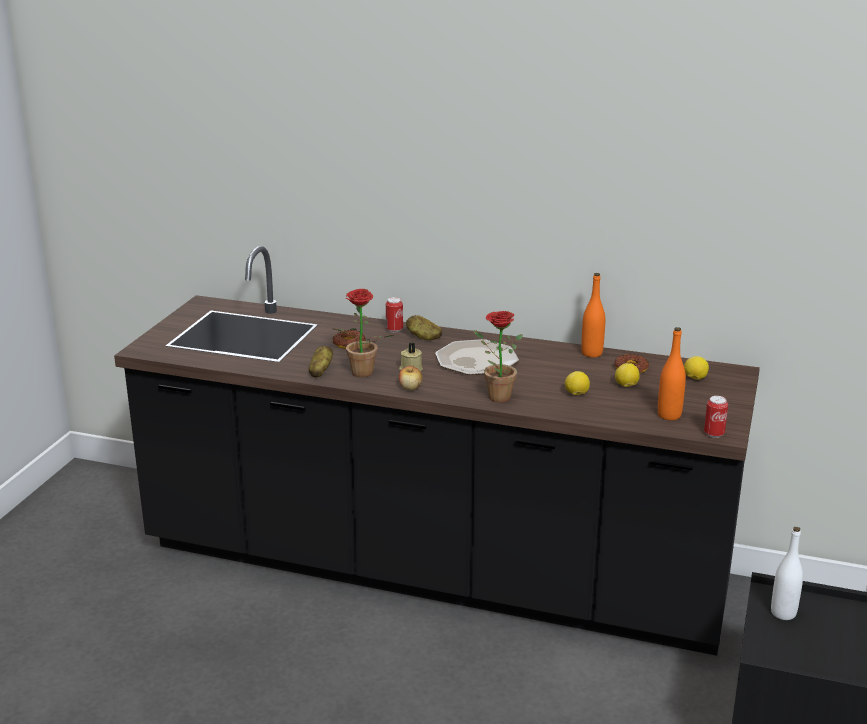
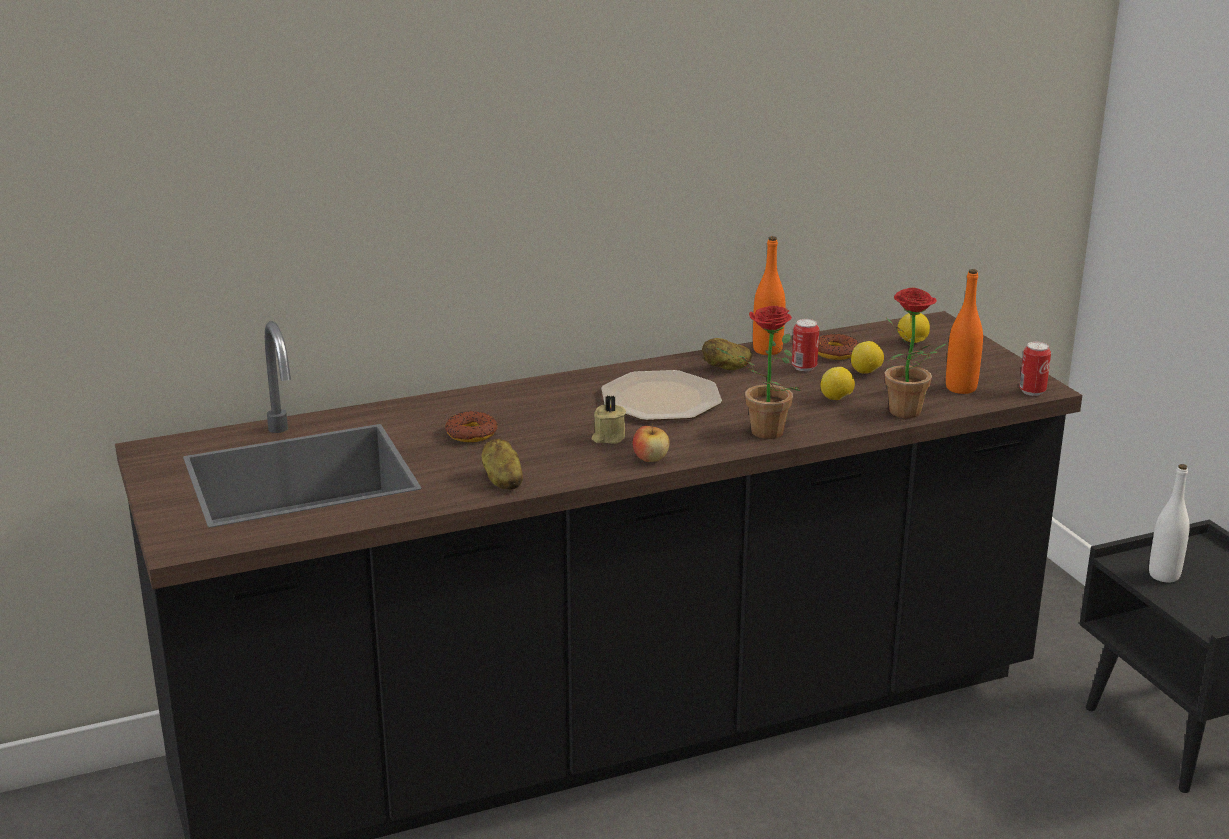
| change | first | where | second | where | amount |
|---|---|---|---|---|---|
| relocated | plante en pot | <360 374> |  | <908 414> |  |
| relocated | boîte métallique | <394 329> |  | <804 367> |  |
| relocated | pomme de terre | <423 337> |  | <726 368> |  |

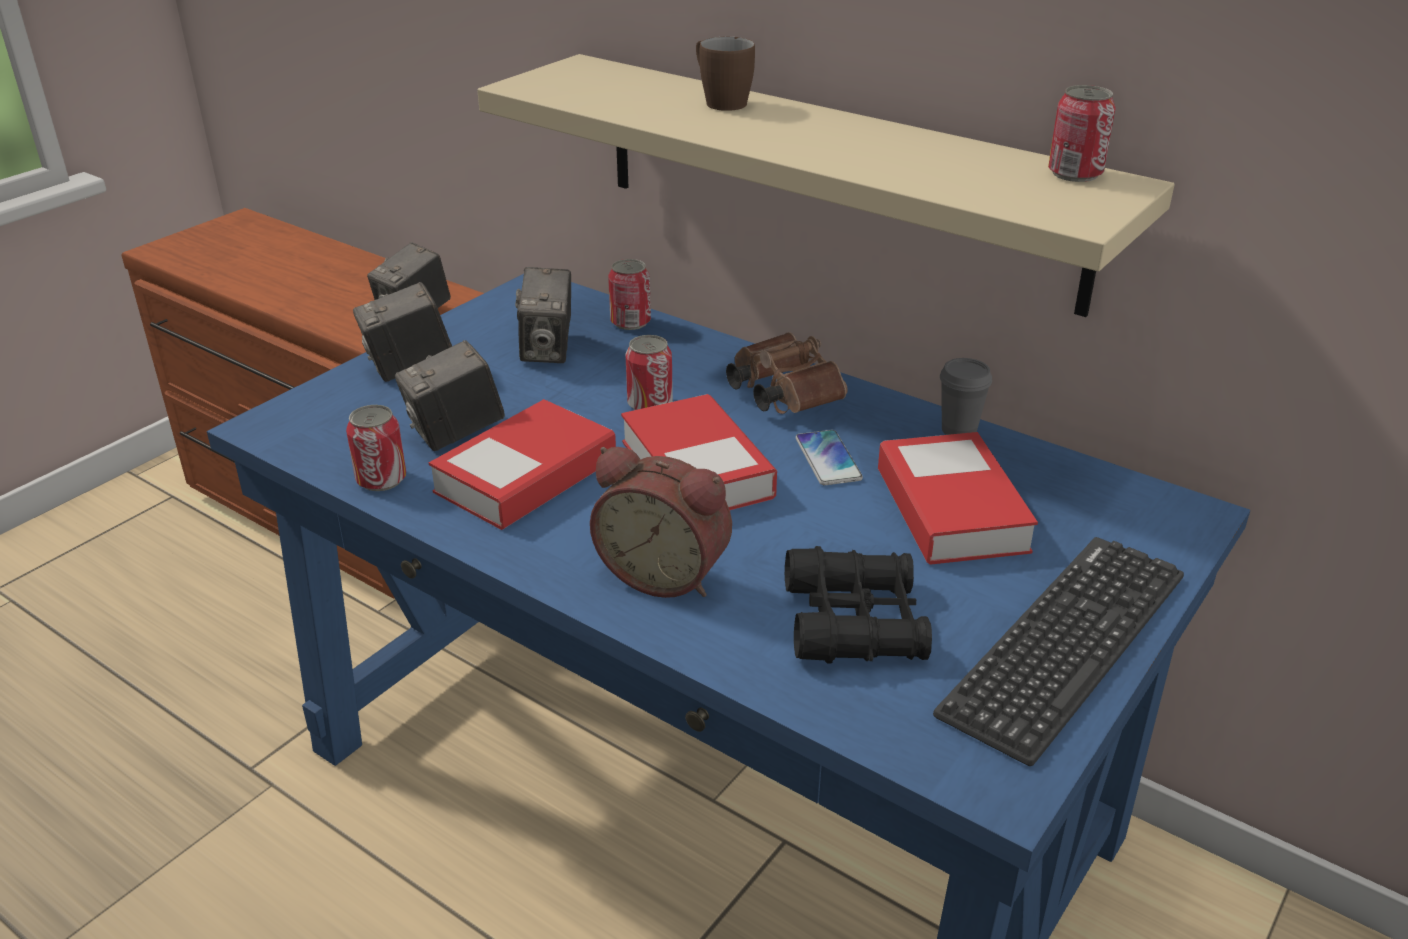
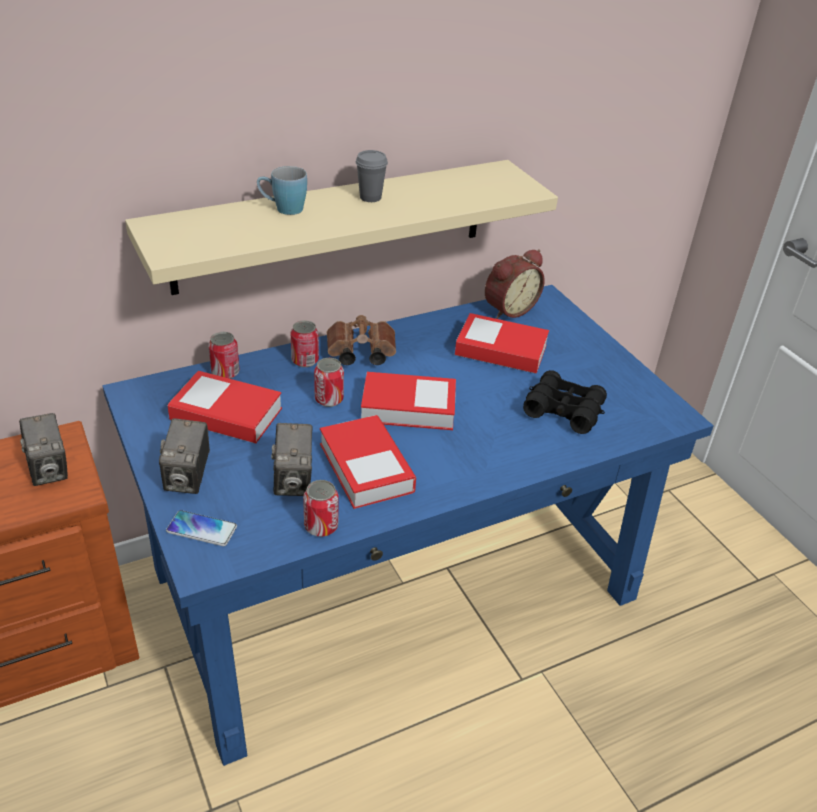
| change | first | where | second | where | amount |
|---|---|---|---|---|---|
| missing | clavier | <1065 643> |  |  |  |
| relocated | réveil | <665 573> |  | <508 309> |  |
| relocated | téléphone | <828 459> |  | <202 529> |  |
| relocated | tasse (gris) | <959 430> |  | <370 197> |  |
| relocated | boîte métallique | <1075 173> |  | <305 360> |  |
| exchanged | appareil photo | <548 350> | livre | <226 414> |  |
| colour | mug (marron) | <719 101> | mug (bleu) | <283 209> |  |

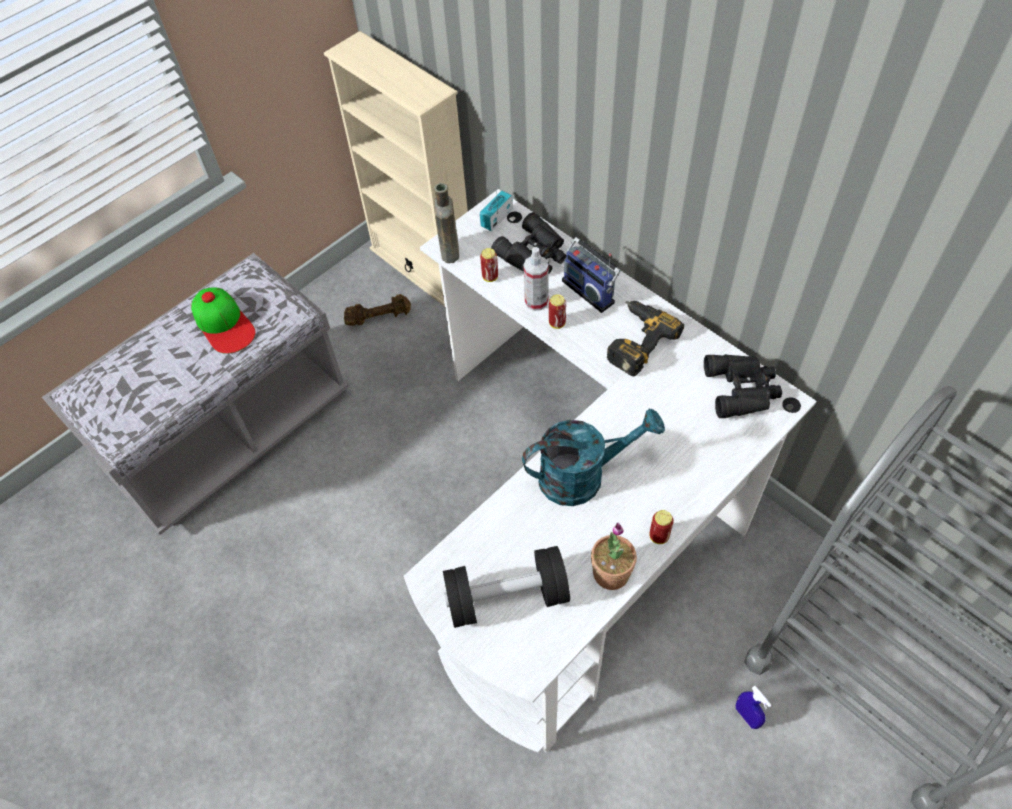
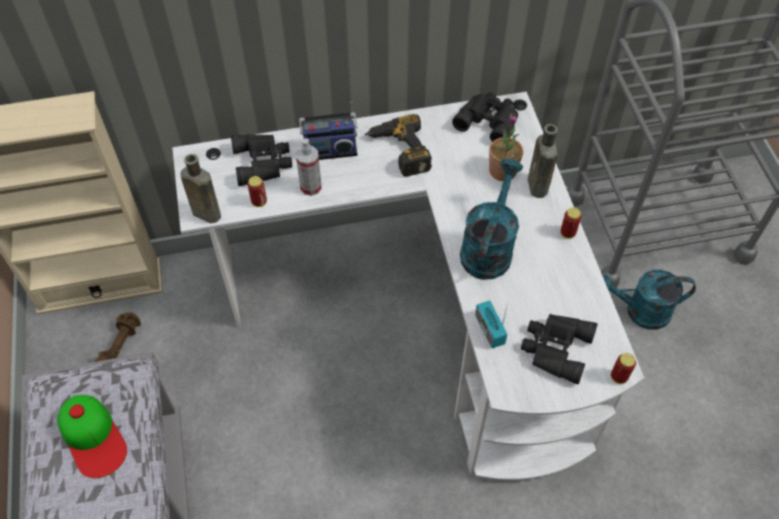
| change | first | where | second | where | amount |
|---|---|---|---|---|---|
| appeared |  |  | bouteille (marron) | <538 188> |  |
| relocated | radio | <496 218> |  | <489 330> |  |
| relocated | boîte métallique | <557 323> |  | <619 377> |  |
| relocated | plante en pot | <611 573> |  | <502 171> |  |
| exchanged | haltère (noir) | <507 597> | jumelles (noir) | <555 348> |  |
| exchanged | vaporisateur (bleu) | <746 716> | arrosoir (turquoise) | <639 311> |  |
| spun | casquette | <224 324> |  | <93 437> | 60 degrees clockwise |

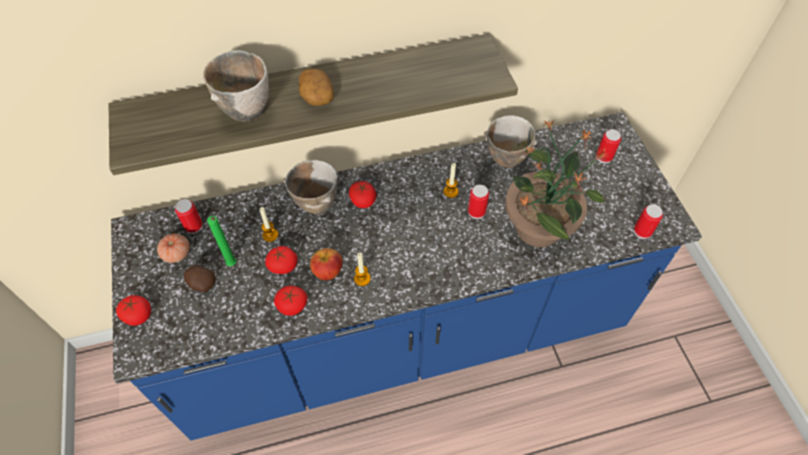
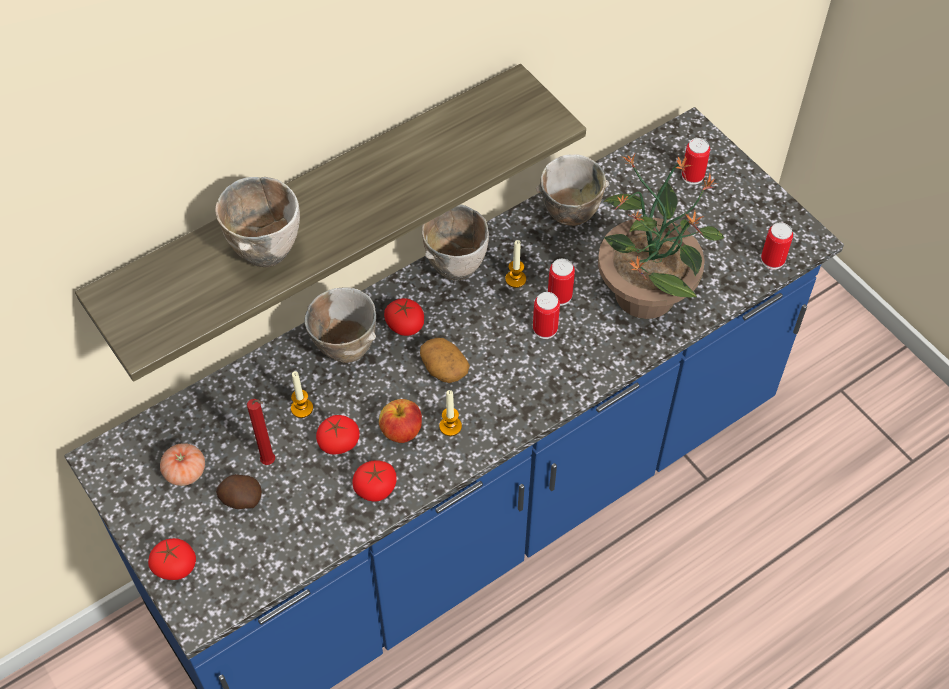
| change | first | where | second | where | amount |
|---|---|---|---|---|---|
| appeared |  |  | bol | <458 266> |  |
| relocated | boîte métallique | <194 226> |  | <545 329> |  |
| relocated | pomme de terre | <316 96> |  | <443 368> |  |
| colour | bougie (vert) | <232 265> | bougie (rouge) | <270 462> |  |

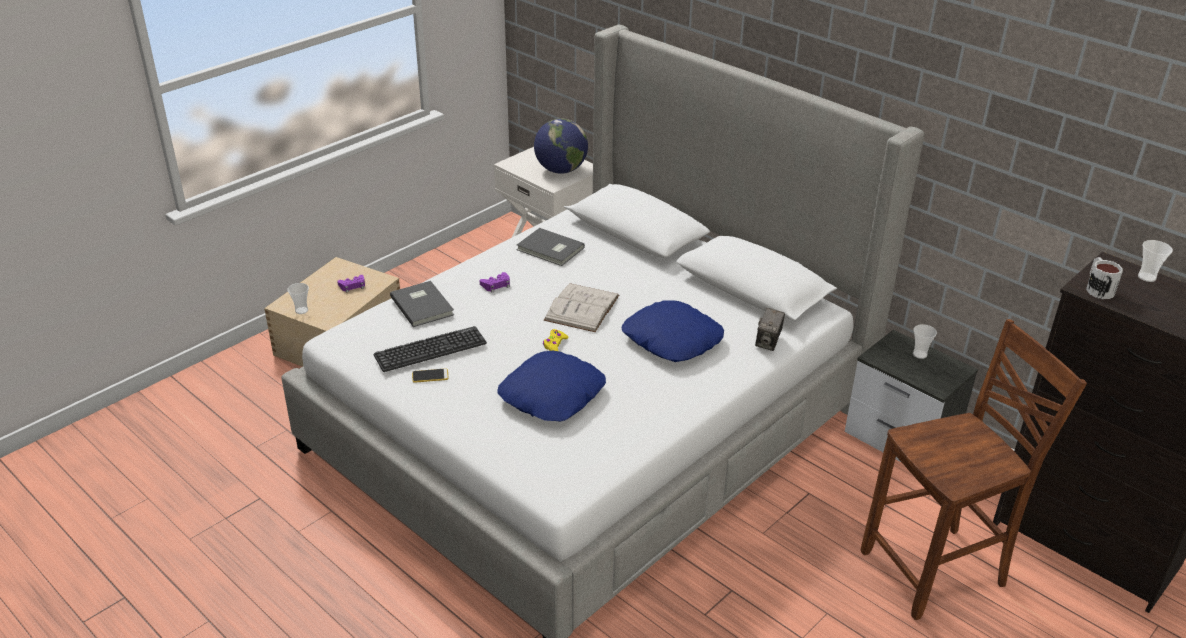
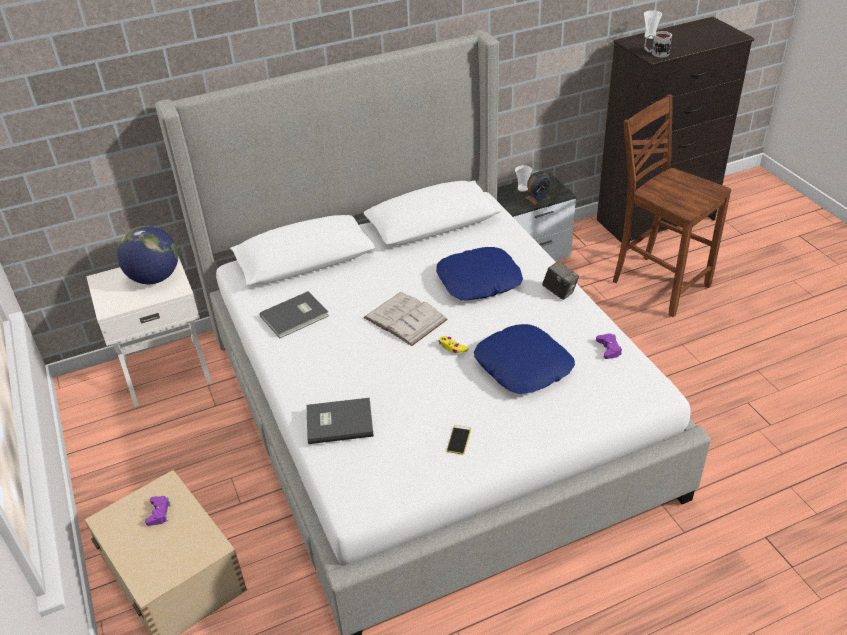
| change | first | where | second | where | amount |
|---|---|---|---|---|---|
| missing | tasse | <301 310> |  |  |  |
| missing | clavier | <430 349> |  |  |  |
| appeared |  |  | réveil | <538 197> |  |
| relocated | manette (violet) | <496 285> |  | <608 349> |  |
| relocated | appareil photo | <768 342> |  | <559 292> |  |
| spun | chaise (marron) | <937 571> |  | <658 283> | 45 degrees counterclockwise |

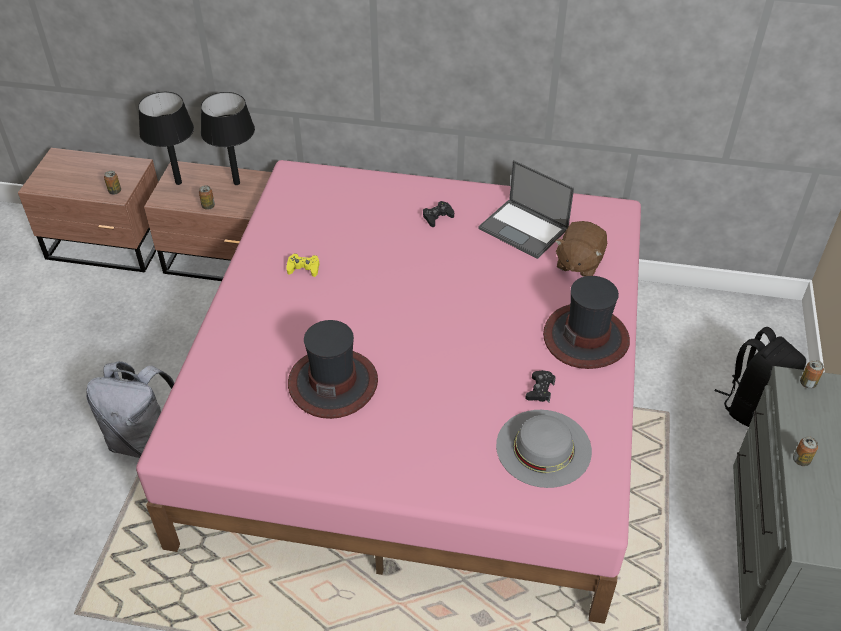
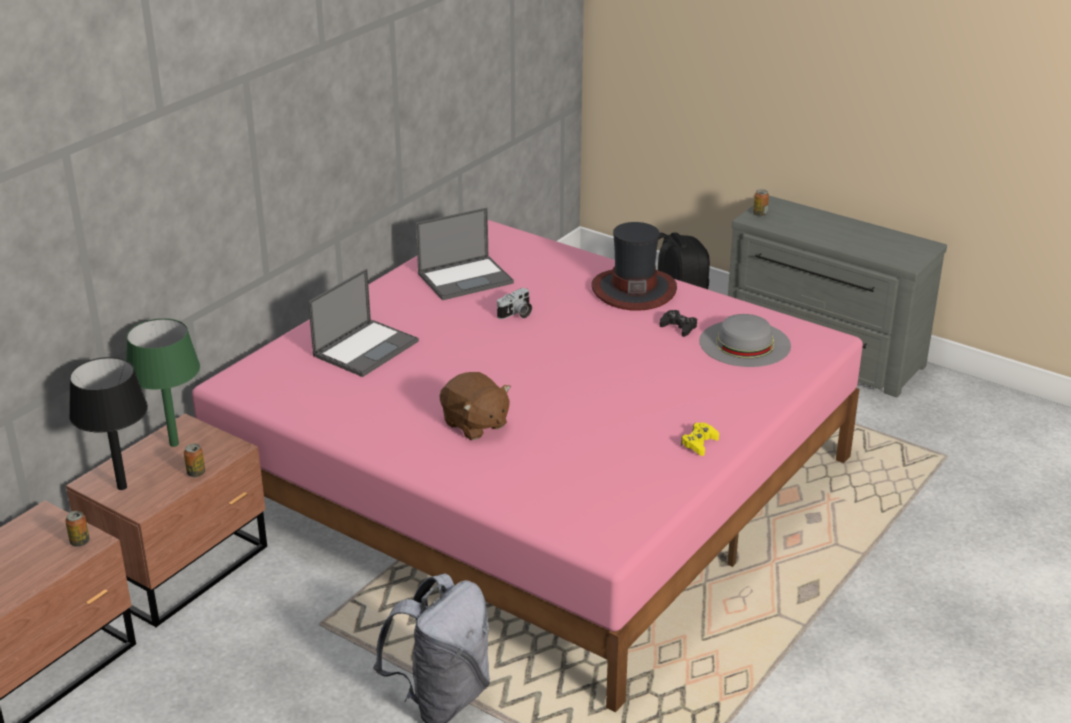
| change | first | where | second | where | amount |
|---|---|---|---|---|---|
| missing | chapeau | <333 383> |  |  |  |
| missing | manette (noir) | <437 217> |  |  |  |
| missing | boîte métallique | <801 460> |  |  |  |
| appeared |  |  | ordinateur portable | <366 348> |  |
| appeared |  |  | appareil photo | <516 314> |  |
| relocated | manette (jaune) | <303 268> |  | <699 443> |  |
| relocated | peluche (marron) | <578 262> |  | <475 424> |  |
| colour | lampe de table (noir) | <236 183> | lampe de table (vert) | <174 444> |  |

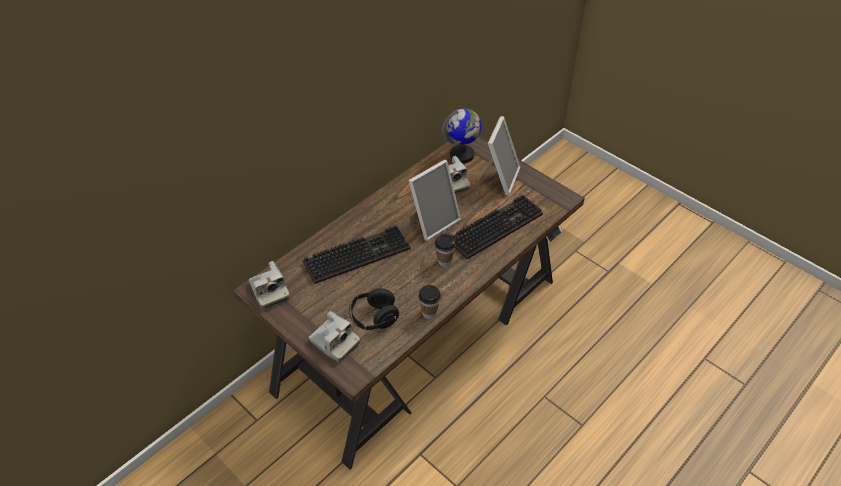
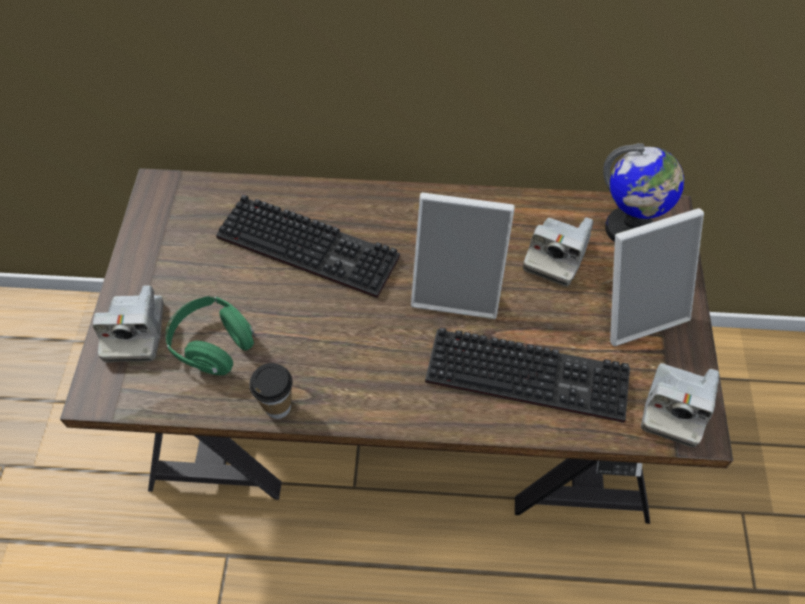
| change | first | where | second | where | amount |
|---|---|---|---|---|---|
| missing | tasse | <444 262> |  |  |  |
| relocated | appareil photo | <269 291> |  | <674 408> |  |
| colour | casque audio (noir) | <374 318> | casque audio (vert) | <213 346> |  |

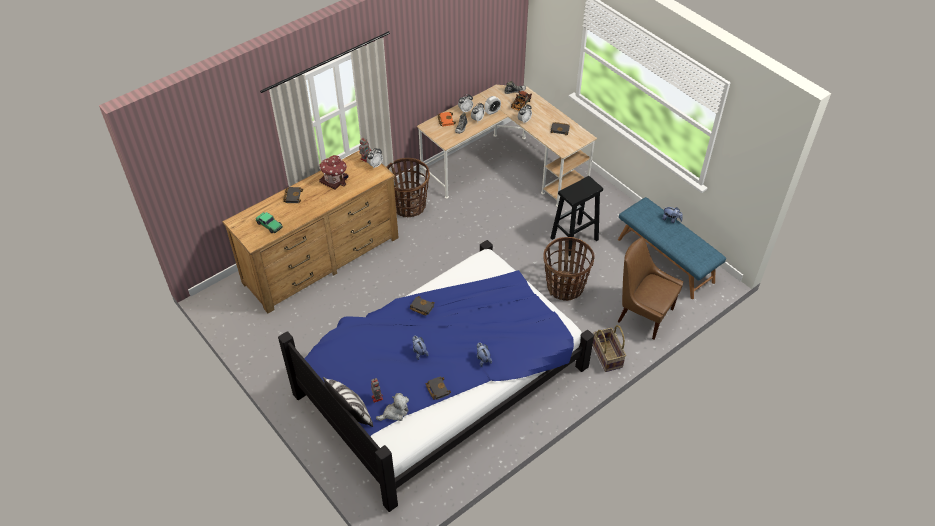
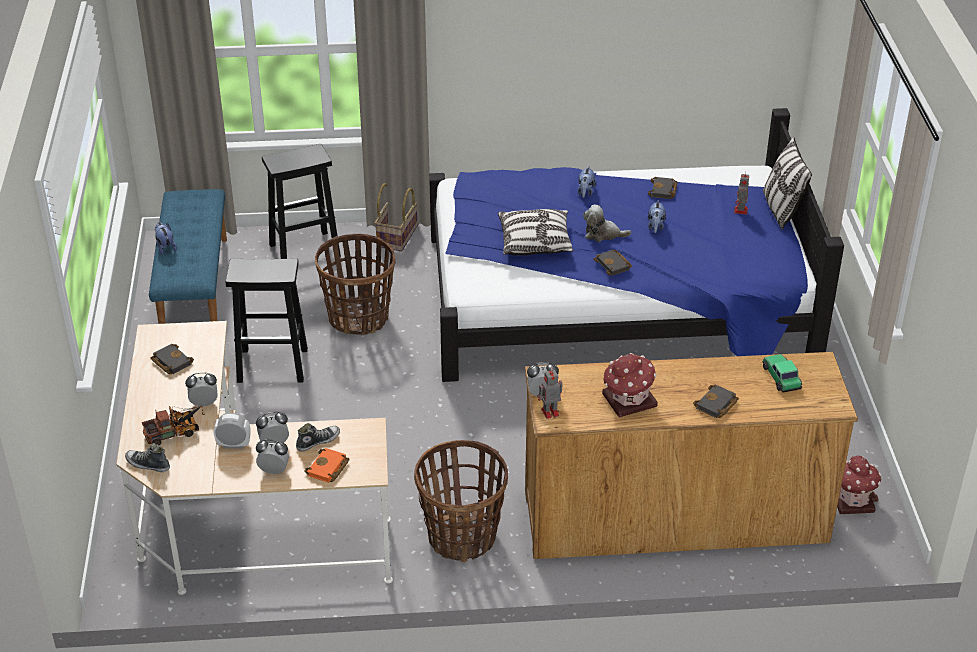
| change | first | where | second | where | amount |
|---|---|---|---|---|---|
| appeared |  |  | coussin | <535 242> |  |
| appeared |  |  | maison miniature | <852 499> |  |
| relocated | peluche | <395 412> |  | <603 234> |  |
| exchanged | chaise (marron) | <643 314> | tabouret (noir) | <303 251> |  |

